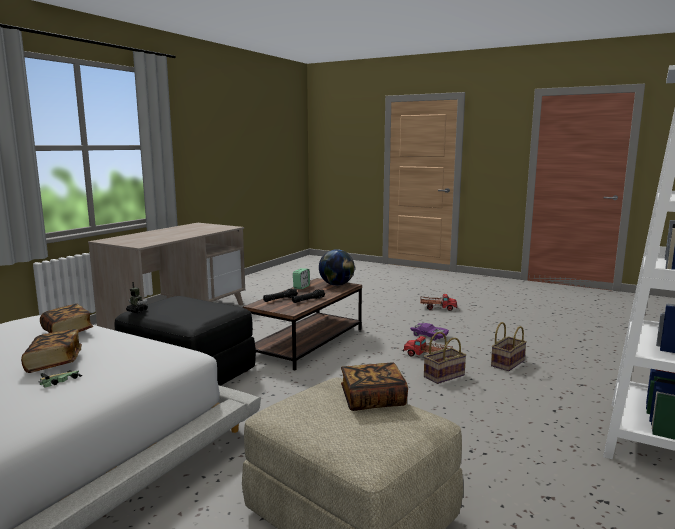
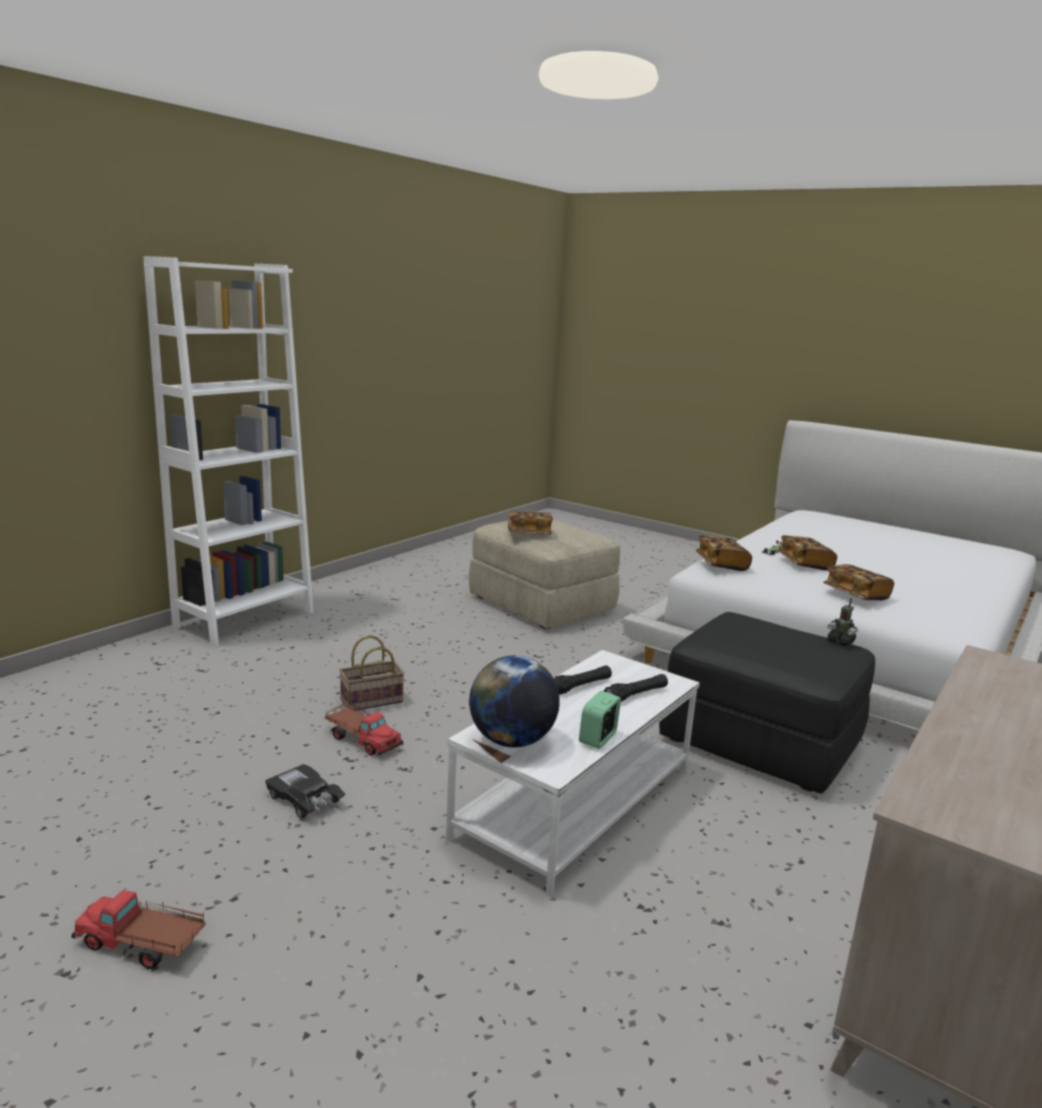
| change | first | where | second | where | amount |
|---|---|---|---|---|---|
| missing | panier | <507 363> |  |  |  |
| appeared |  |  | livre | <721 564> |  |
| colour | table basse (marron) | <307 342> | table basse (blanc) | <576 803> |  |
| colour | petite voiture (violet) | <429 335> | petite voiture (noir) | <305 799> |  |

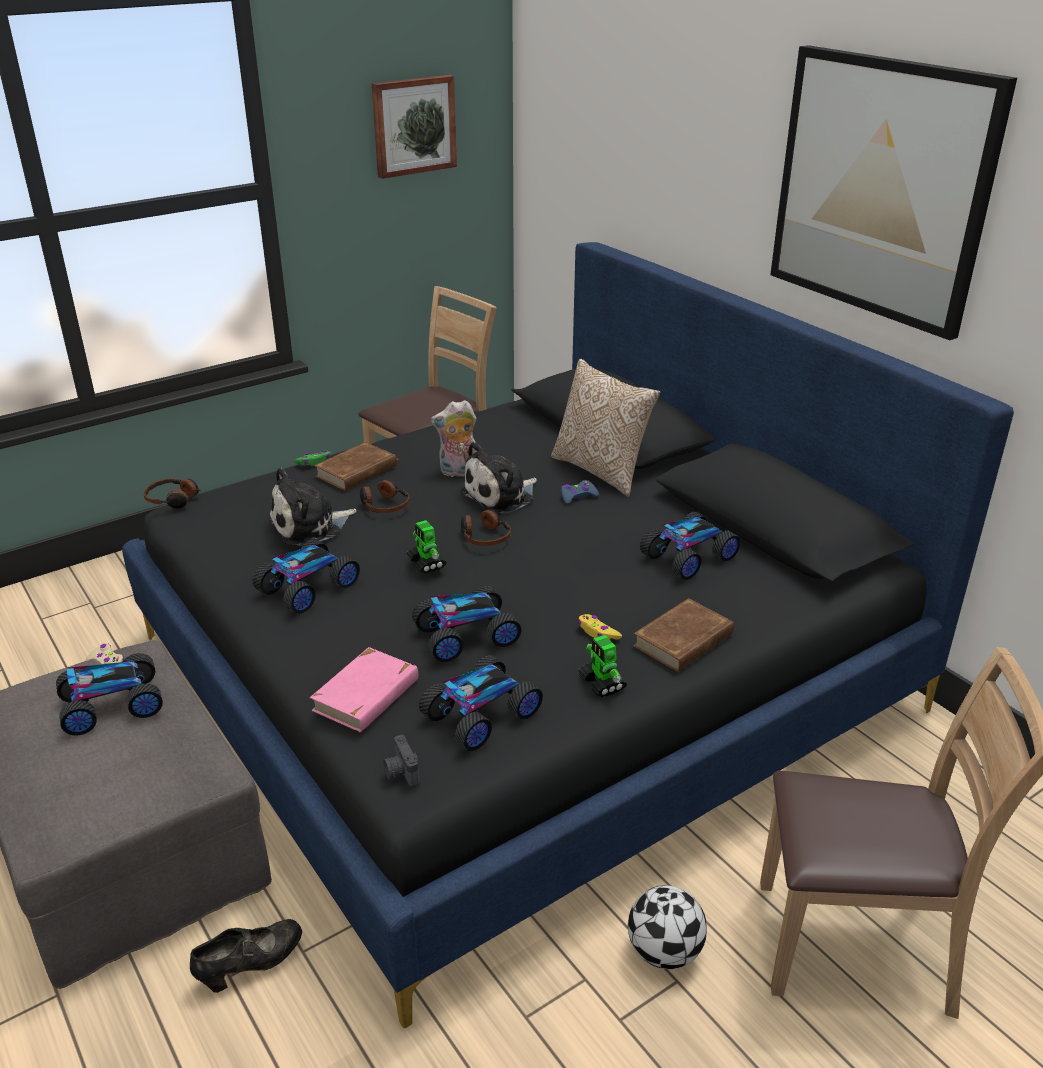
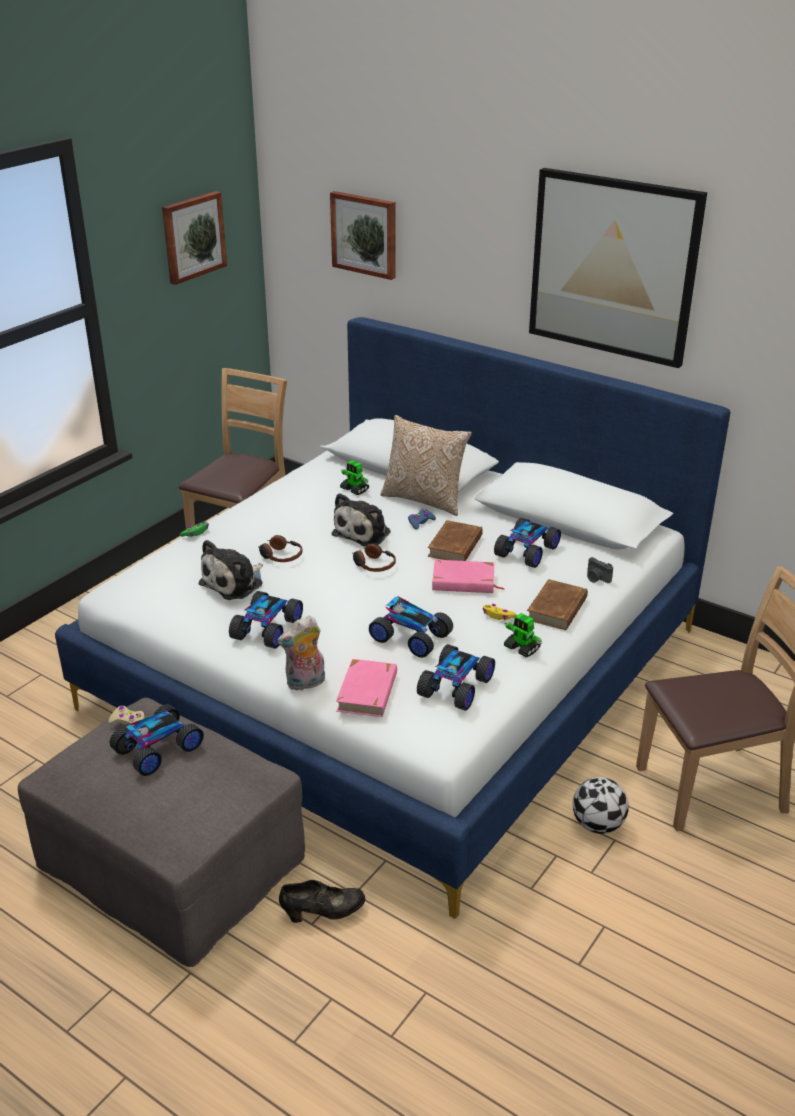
| change | first | where | second | where | amount |
|---|---|---|---|---|---|
| missing | casque audio | <173 499> |  |  |  |
| appeared |  |  | tableau | <365 234> |  |
| appeared |  |  | livre (rose) | <463 581> |  |
| relocated | livre (marron) | <357 471> |  | <455 546> |  |
| relocated | appareil photo | <400 773> |  | <596 578> |  |
| relocated | robot jouet | <426 564> |  | <354 490> |  |
| relocated | peluche | <459 472> |  | <305 683> |  |
| colour | lit (noir) | <522 672> | lit (blanc) | <398 668> |  |
| spun | chaussure (noir) | <251 965> |  | <323 913> | 45 degrees clockwise |
| spun | petite voiture | <467 636> |  | <410 637> | 75 degrees clockwise |

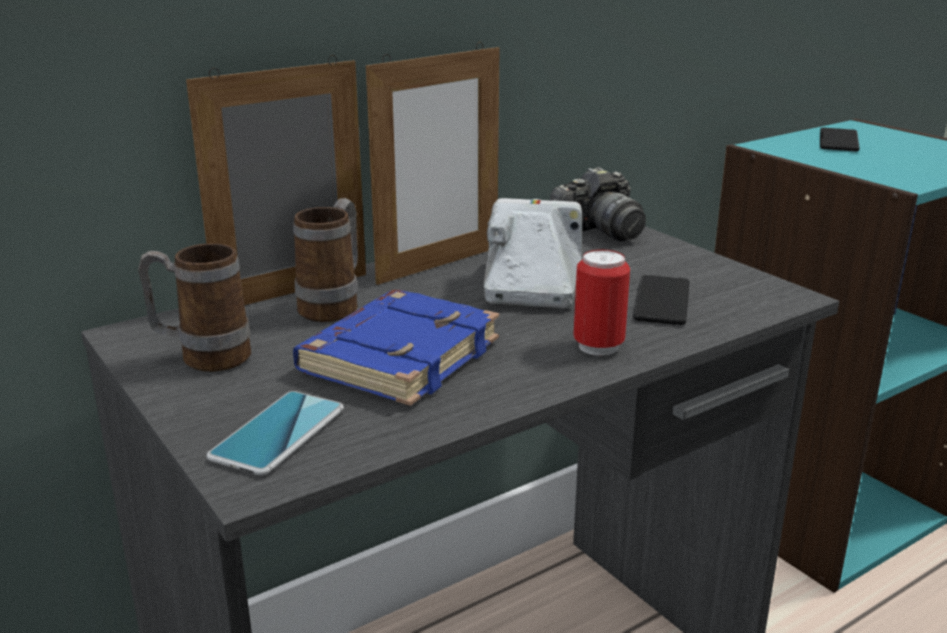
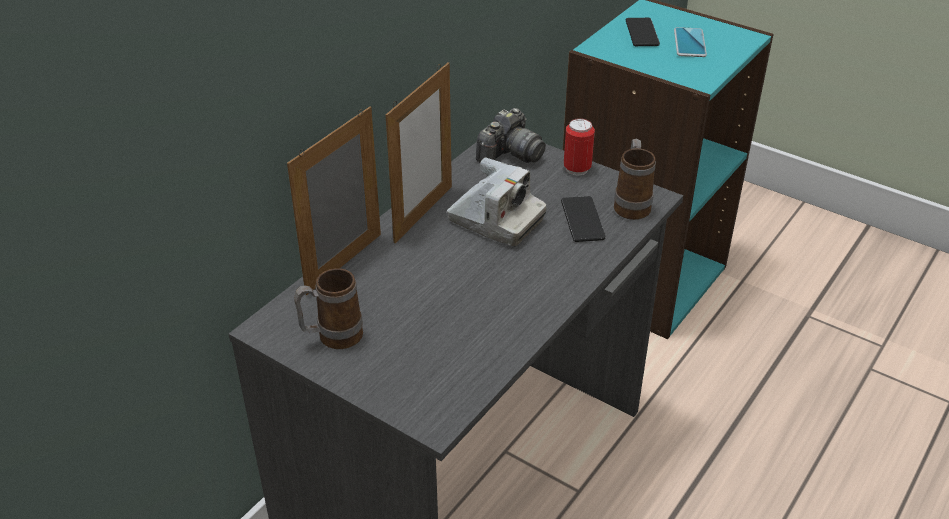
| change | first | where | second | where | amount |
|---|---|---|---|---|---|
| missing | livre (bleu) | <399 356> |  |  |  |
| relocated | téléphone | <278 433> |  | <689 43> |  |
| relocated | mug | <335 305> |  | <632 204> |  |
| relocated | boîte métallique | <598 346> |  | <577 169> |  |
| spun | appareil photo | <533 284> |  | <496 220> | 135 degrees clockwise |

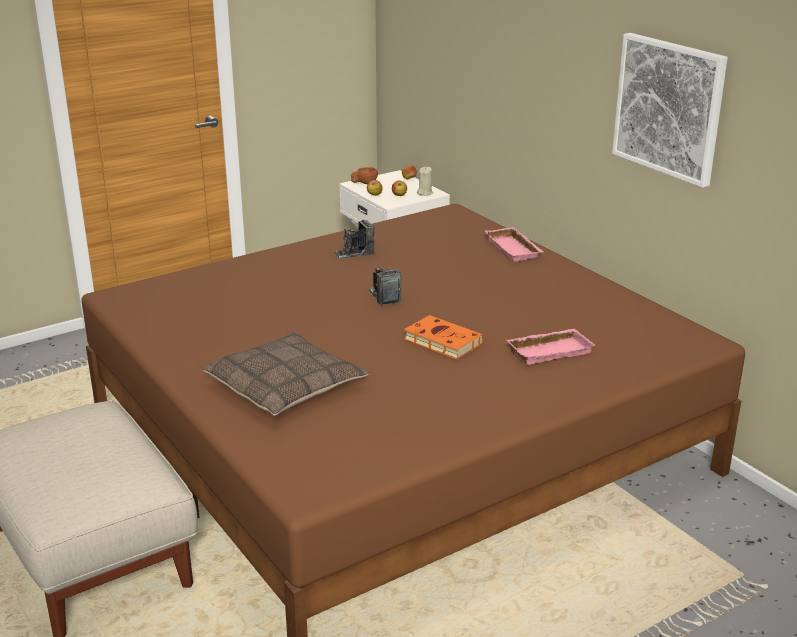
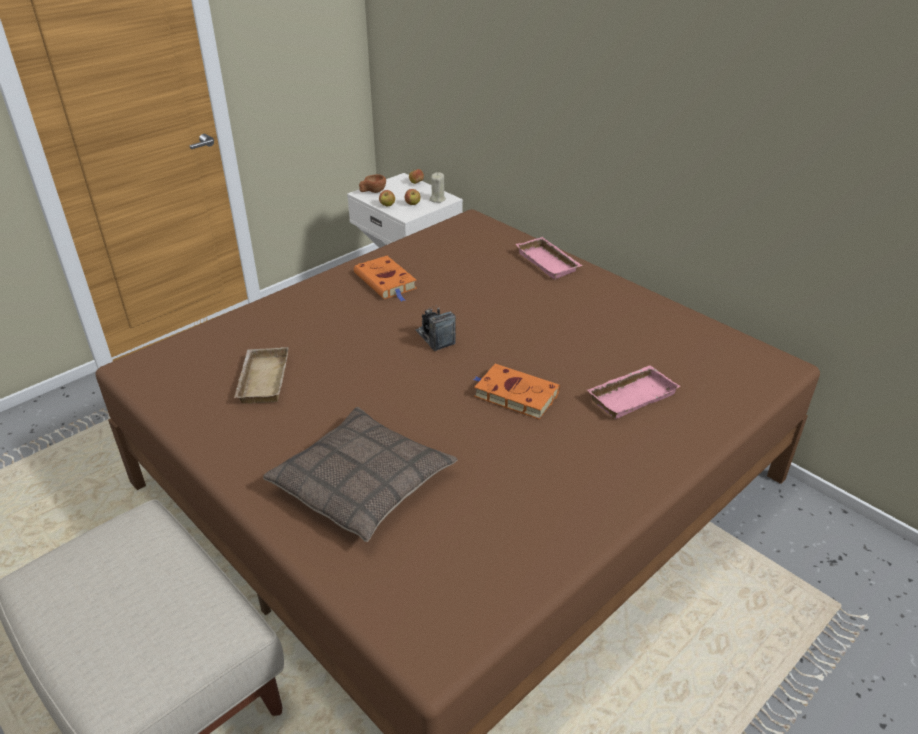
| change | first | where | second | where | amount |
|---|---|---|---|---|---|
| missing | tableau | <669 107> |  |  |  |
| appeared |  |  | plateau (beige) | <261 379> |  |
| exchanged | appareil photo | <354 253> | livre (orange) | <386 282> |  |

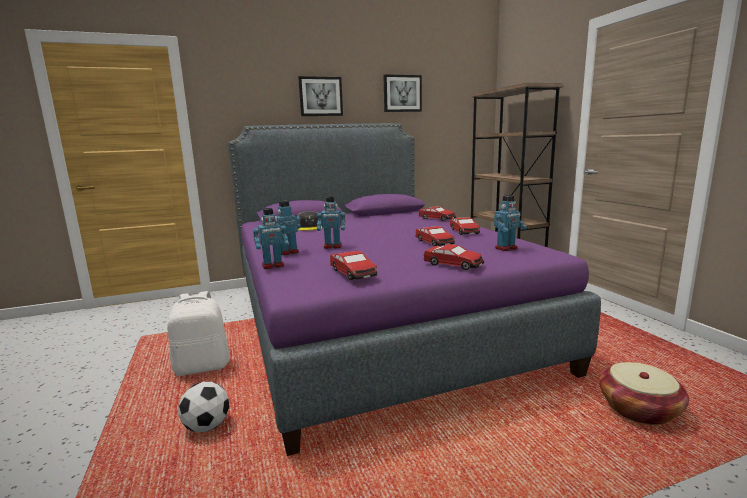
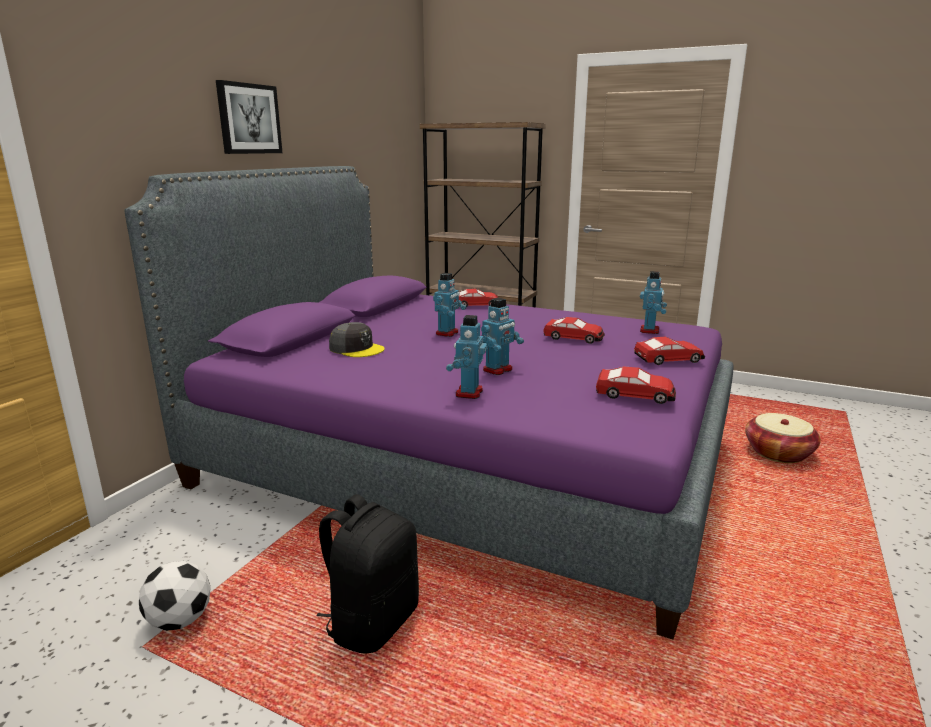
| change | first | where | second | where | amount |
|---|---|---|---|---|---|
| missing | tableau | <402 93> |  |  |  |
| missing | petite voiture | <464 231> |  |  |  |
| relocated | ballon de foot | <207 426> |  | <180 621> |  |
| relocated | robot jouet | <273 266> |  | <447 333> |  |
| colour | sac à dos (blanc) | <202 366> | sac à dos (noir) | <372 622> |  |

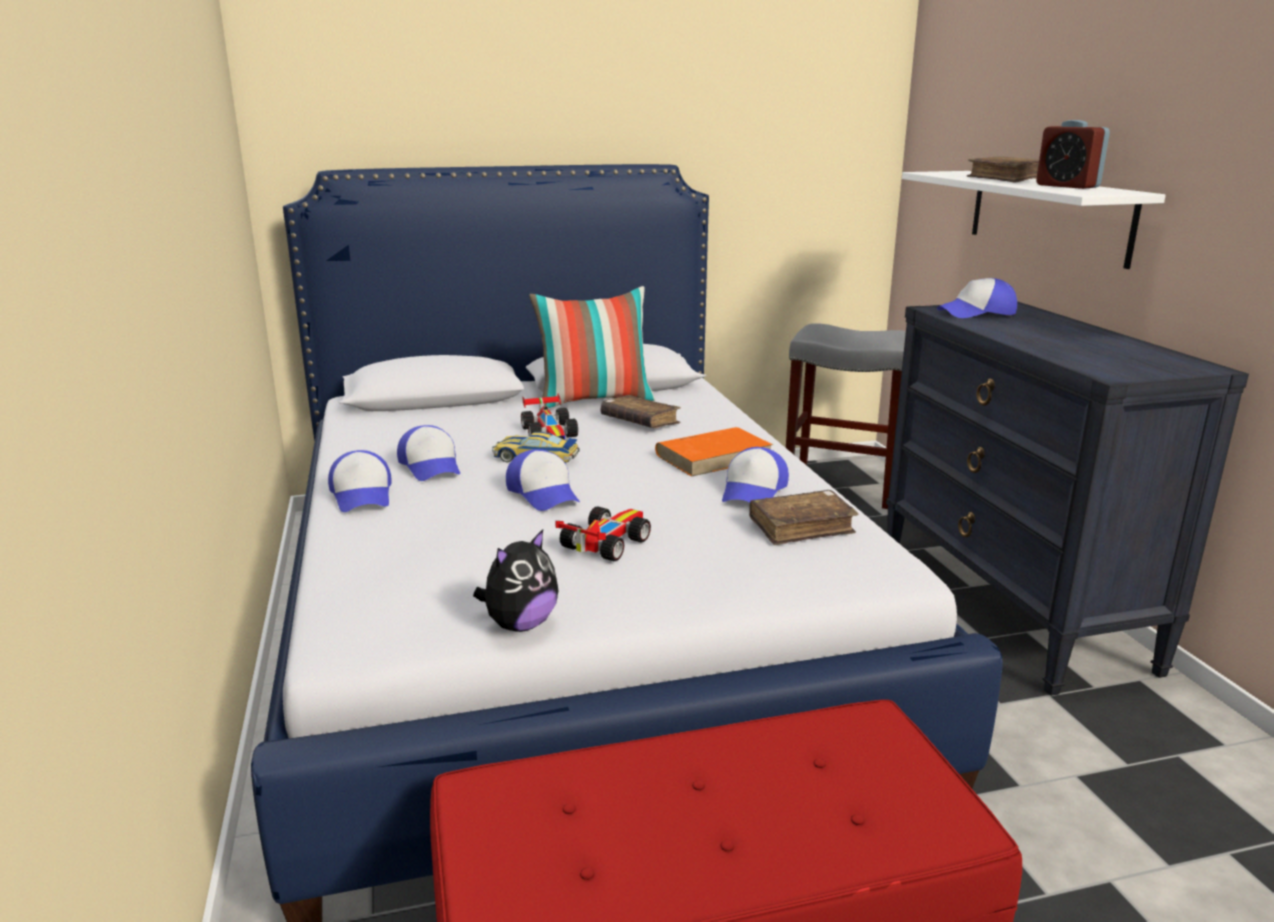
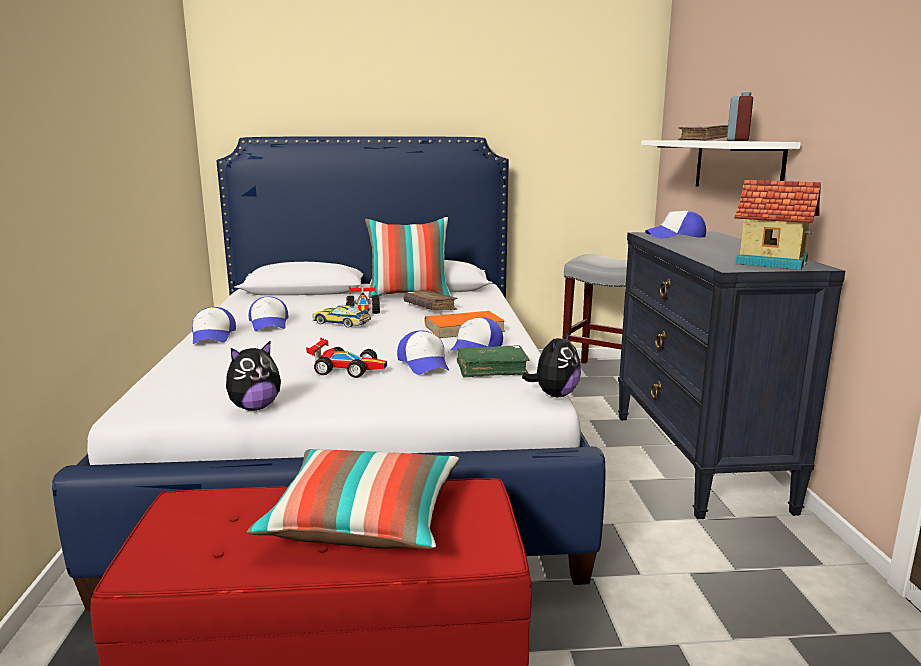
| change | first | where | second | where | amount |
|---|---|---|---|---|---|
| appeared |  |  | coussin | <364 521> |  |
| appeared |  |  | peluche | <554 395> |  |
| appeared |  |  | maison miniature | <771 262> |  |
| relocated | casquette | <544 493> |  | <424 364> |  |
| colour | livre (marron) | <801 527> | livre (vert) | <491 369> |  |
| spun | petite voiture | <604 542> |  | <348 369> | 60 degrees clockwise |
| spun | réveil | <1067 186> |  | <737 141> | 135 degrees counterclockwise |

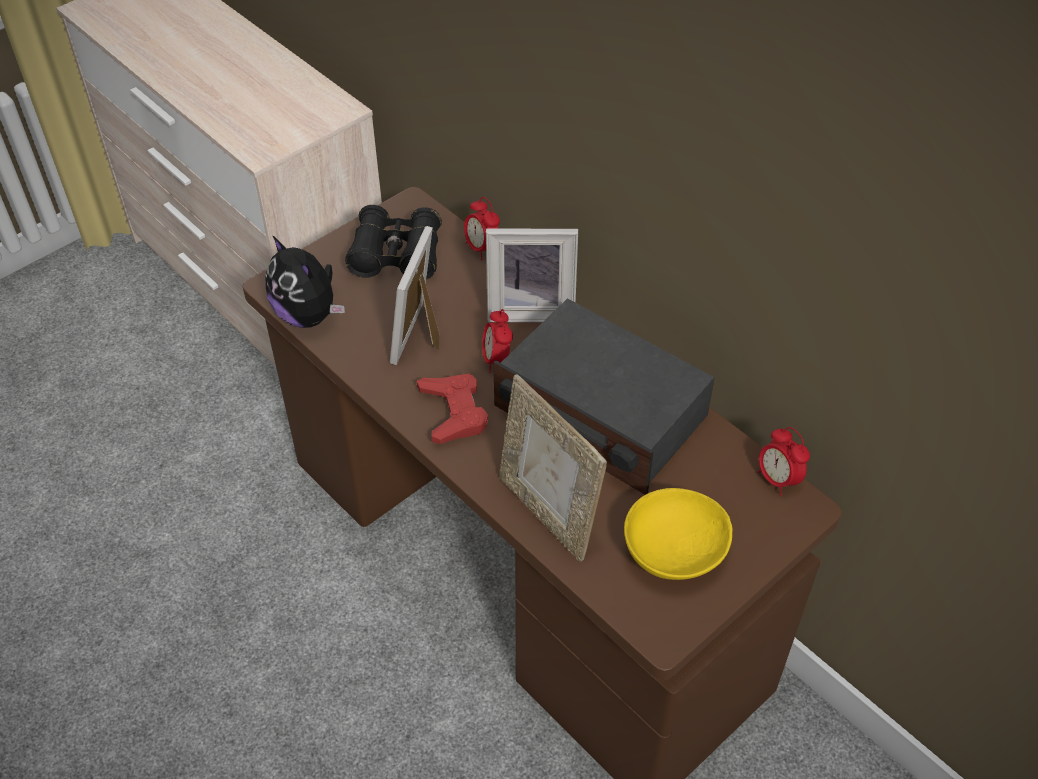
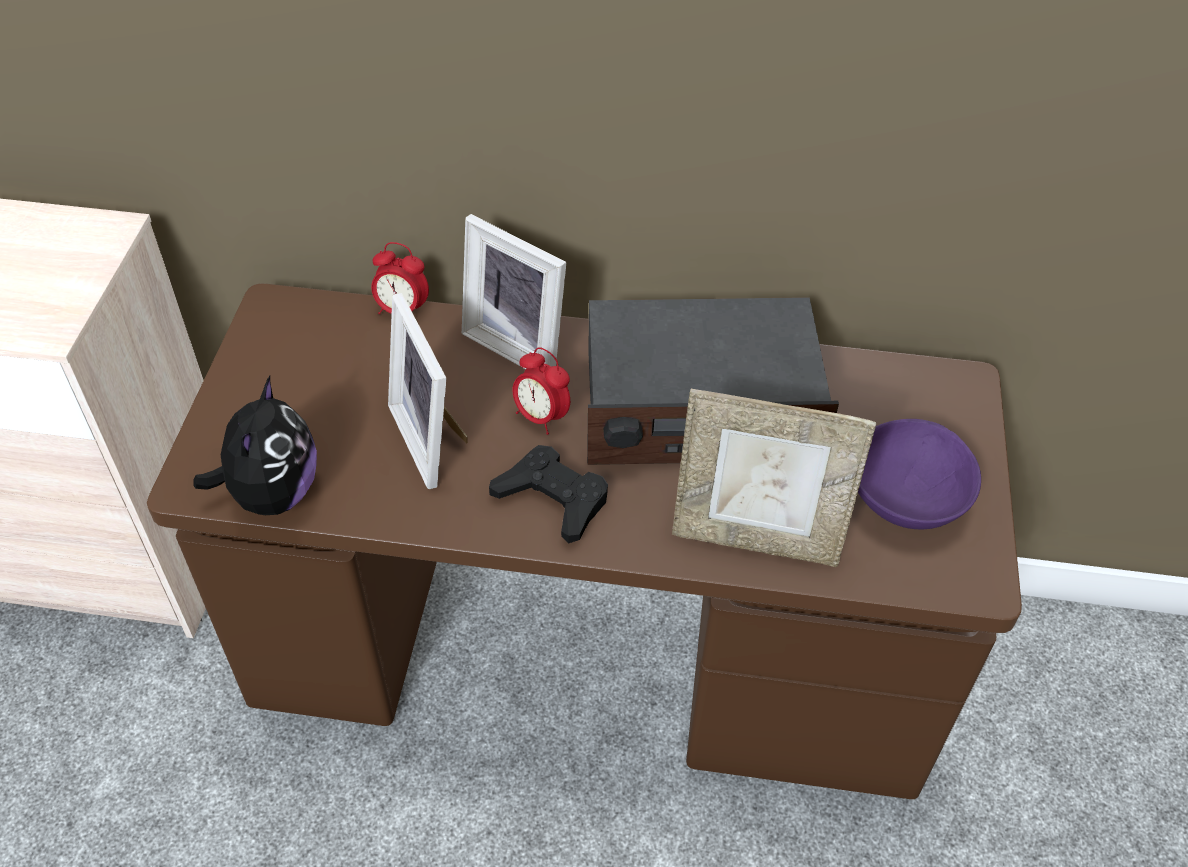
| change | first | where | second | where | amount |
|---|---|---|---|---|---|
| missing | jumelles (noir) | <396 255> |  |  |  |
| missing | réveil | <777 479> |  |  |  |
| colour | manette (rouge) | <453 412> | manette (noir) | <553 498> |  |
| colour | bol (jaune) | <673 550> | bol (violet) | <904 497> |  |
| spun | peluche | <308 315> |  | <272 493> | 90 degrees counterclockwise |
| spun | cadre photo | <531 308> |  | <520 344> | 75 degrees clockwise |

